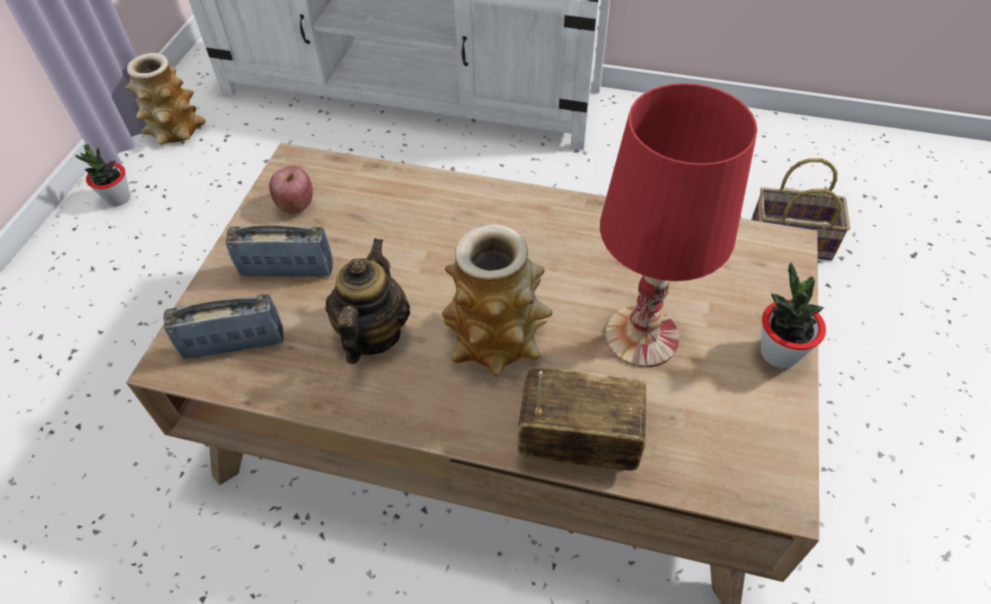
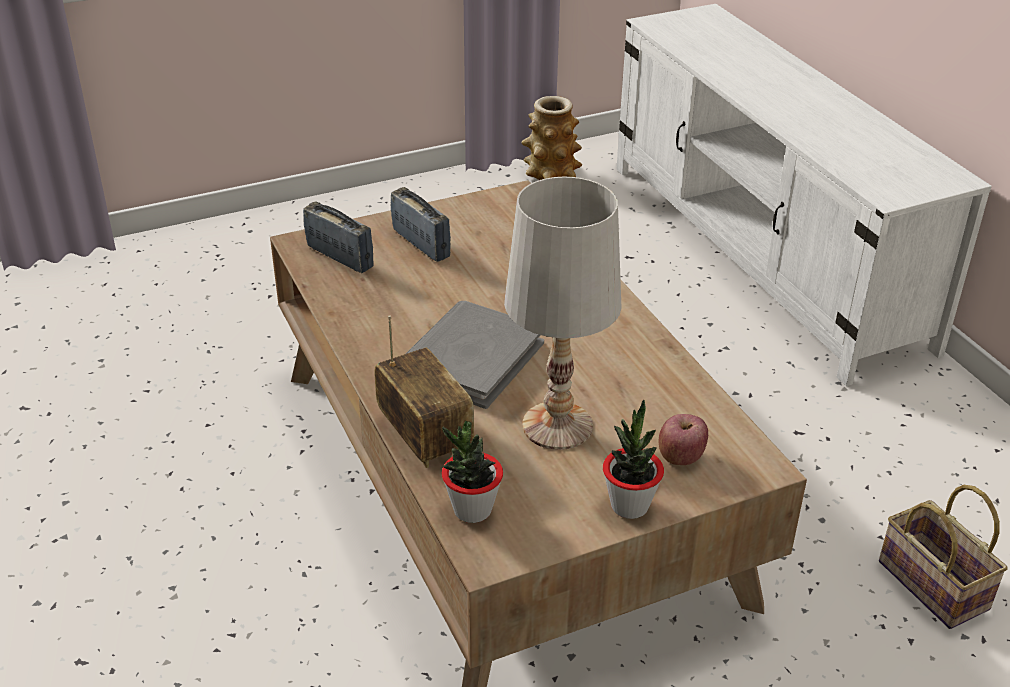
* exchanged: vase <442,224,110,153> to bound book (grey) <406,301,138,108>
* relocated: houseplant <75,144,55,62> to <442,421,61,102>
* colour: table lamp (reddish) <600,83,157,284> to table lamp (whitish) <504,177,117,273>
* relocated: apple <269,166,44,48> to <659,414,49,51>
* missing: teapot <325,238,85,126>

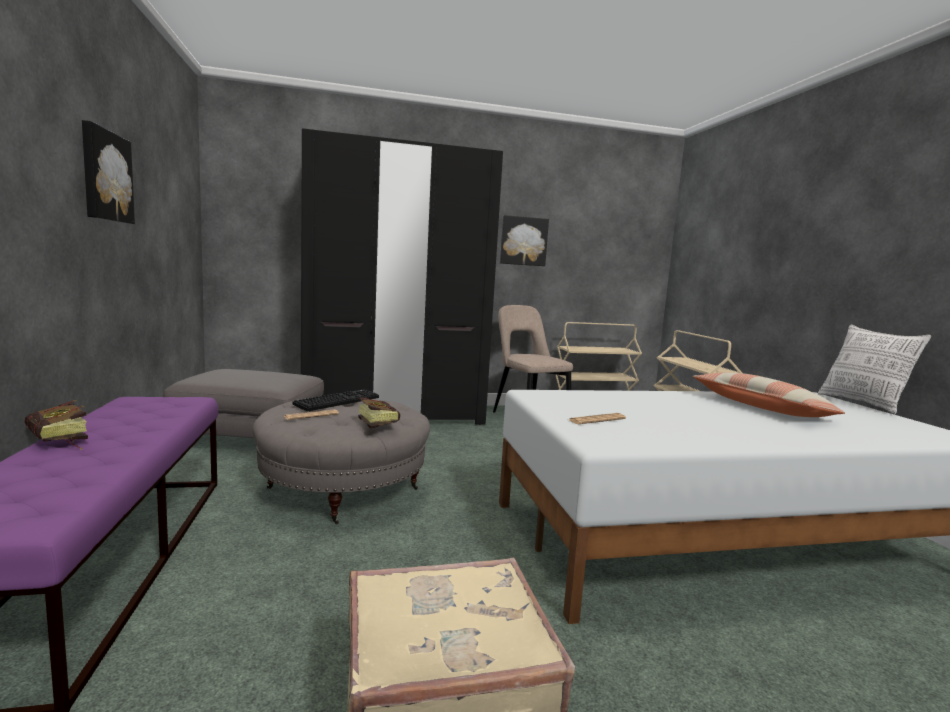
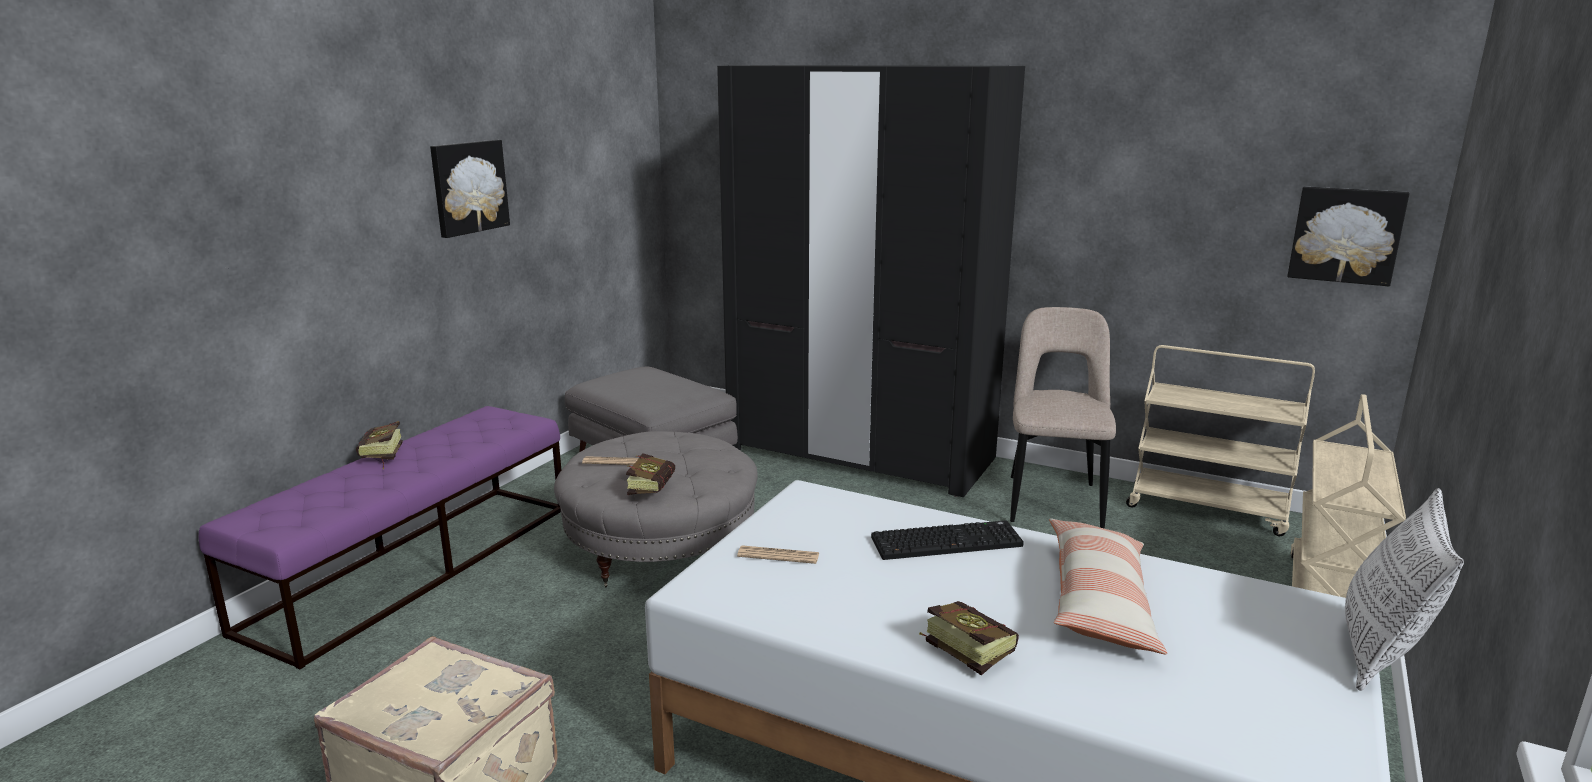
* relocated: keyboard <292,389,87,22> to <871,520,153,40>
* appeared: bound book <920,601,99,75>
* relocated: wall picture <500,215,49,51> to <1287,187,122,99>

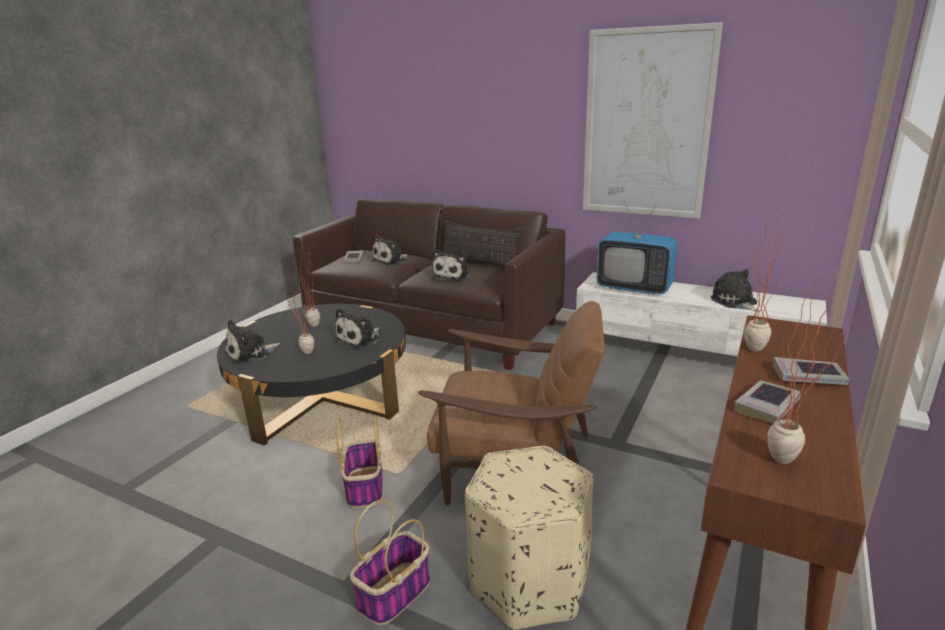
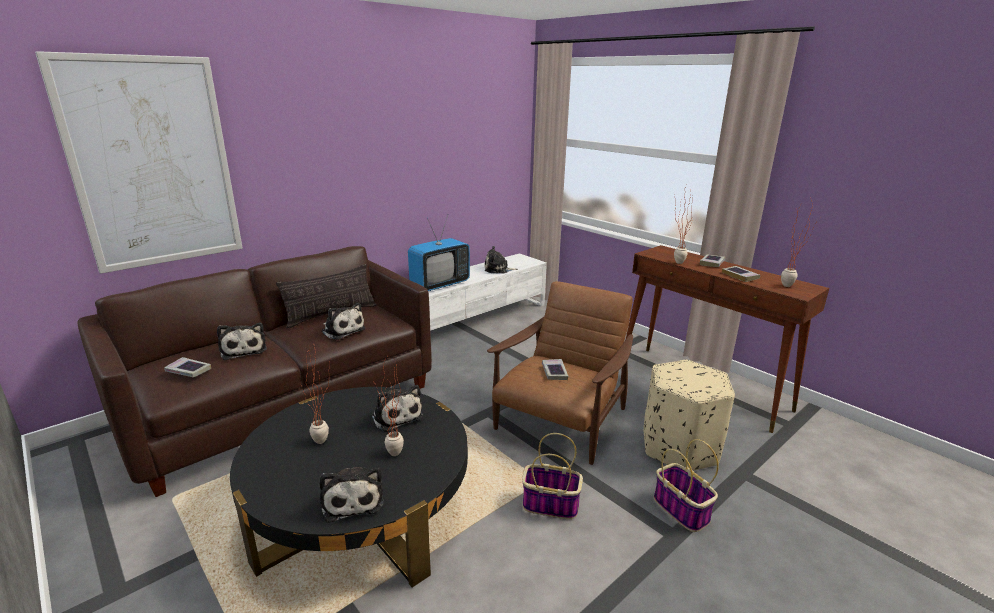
* relocated: wall picture <583,22,140,197> to <35,51,208,223>
* appeared: bound book <542,359,26,21>

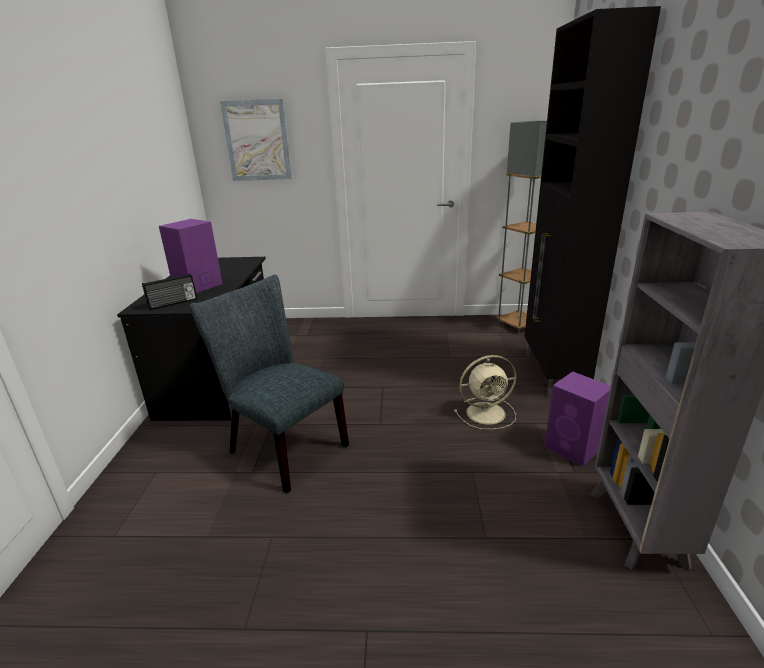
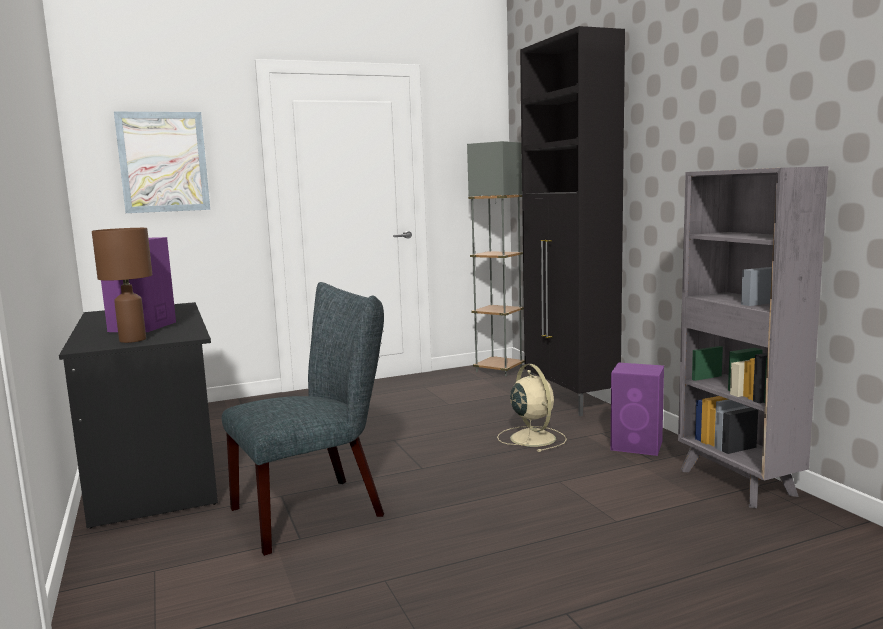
* exchanged: radio receiver <142,274,55,36> to table lamp (brown) <92,228,60,115>
* spun: chair (grey) <190,275,159,218> = <222,282,162,274> 135 degrees clockwise
* spun: electric fan (beige-coloured) <454,355,63,75> = <497,364,70,88> 75 degrees counterclockwise

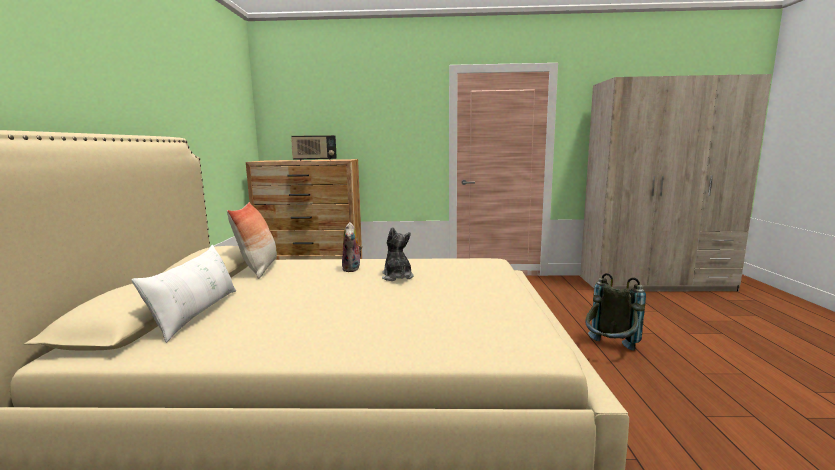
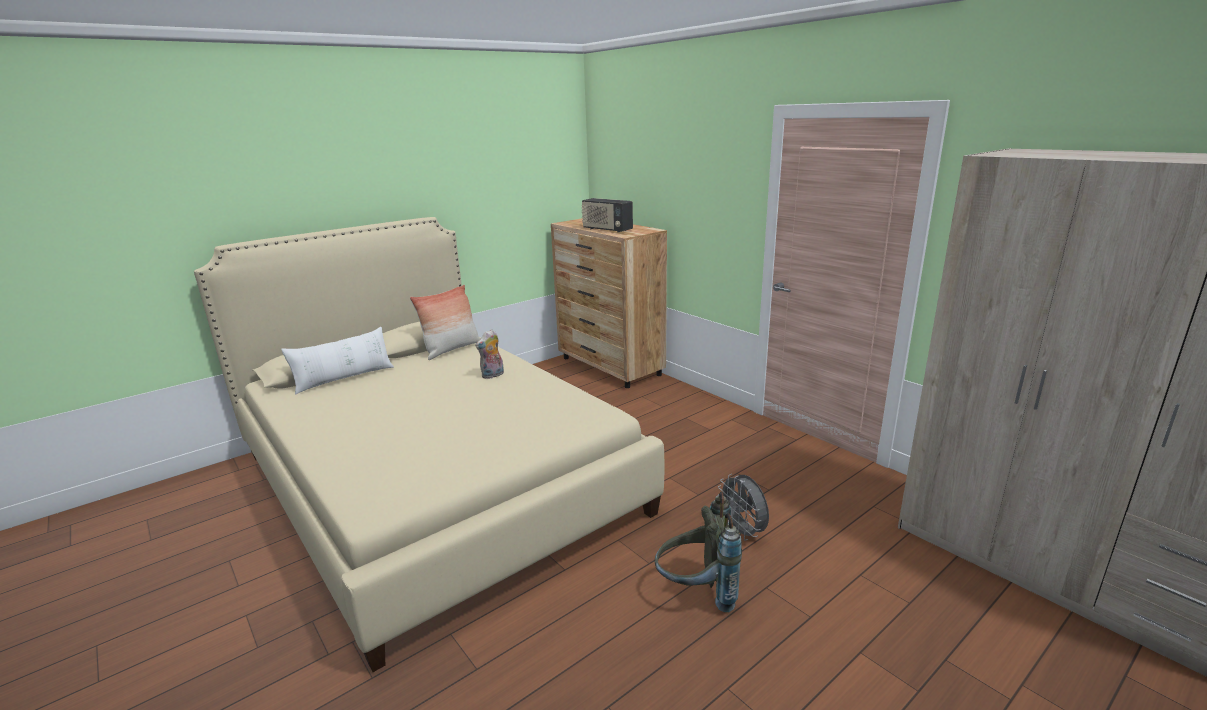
* appeared: electric fan (grey) <718,474,51,67>
* missing: cuddly toy <382,227,32,54>

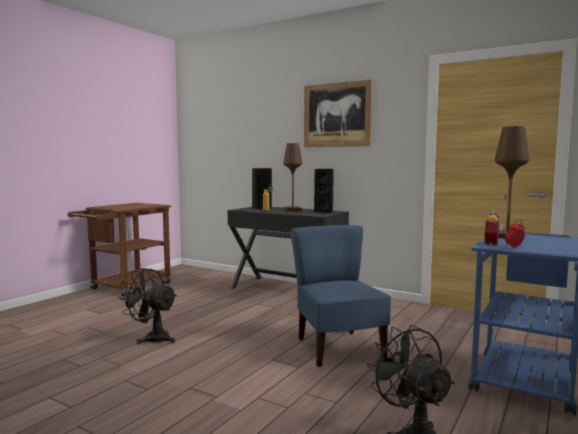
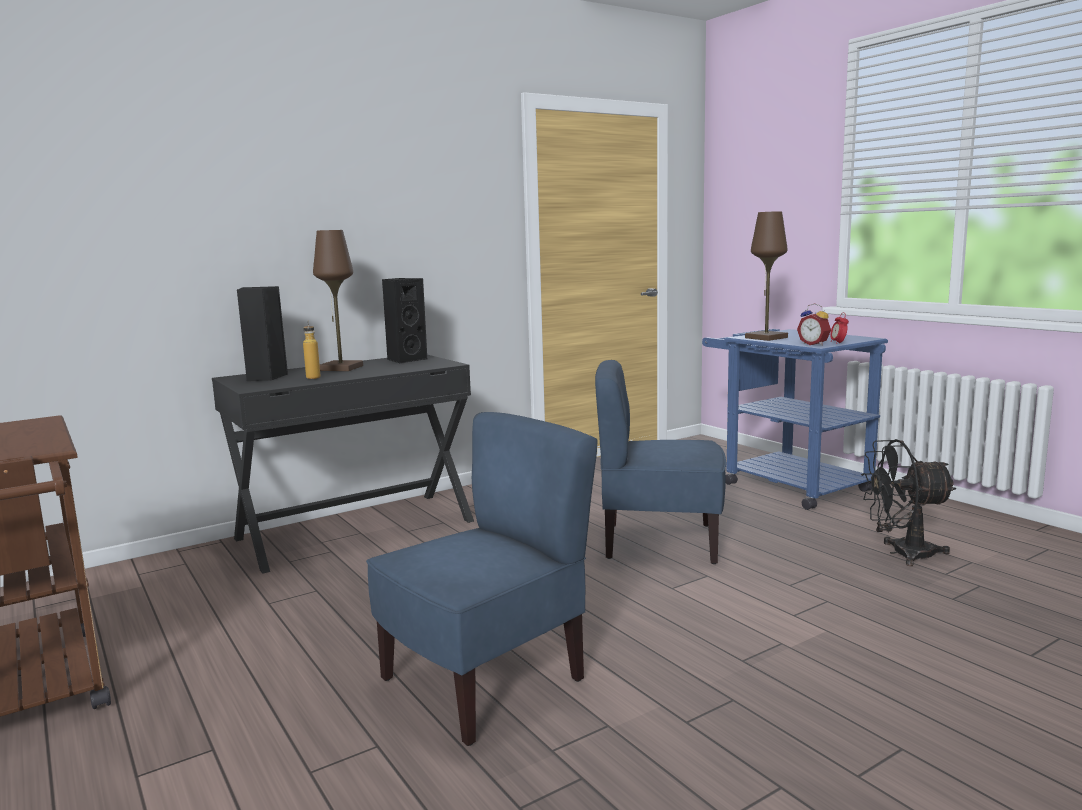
* exchanged: electric fan (black-coloured) <119,269,58,76> to chair (blue) <366,412,232,334>
* missing: wall picture <304,79,68,68>

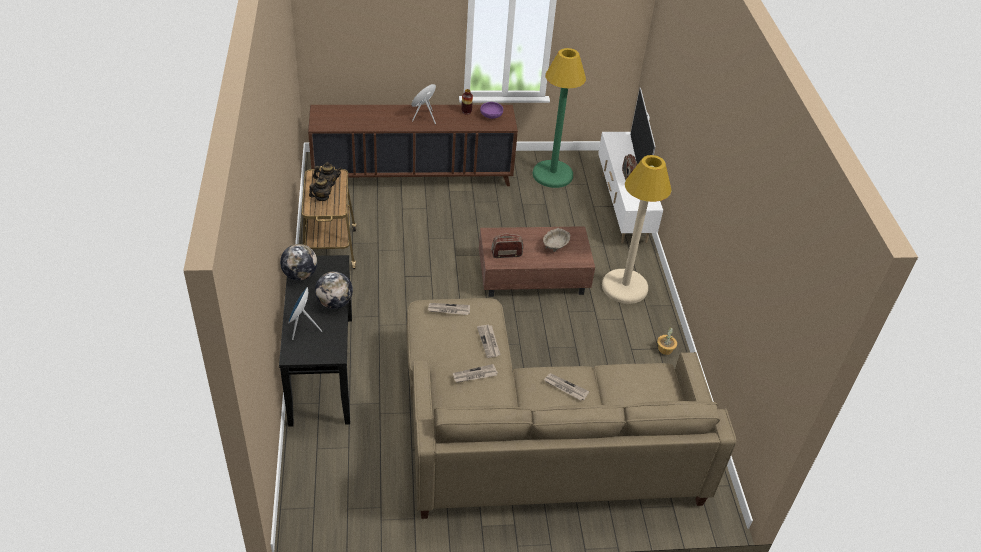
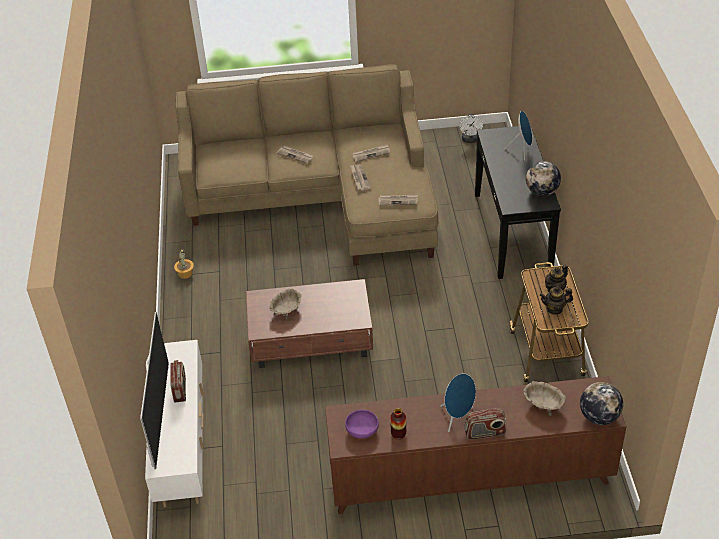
* appeared: electric fan (whitish) <459,114,24,29>
* relocated: radio receiver <491,234,32,24> to <464,408,42,32>
* appeared: serving bowl (beige-coloured) <523,381,43,35>
* relocated: globe <315,272,38,37> to <580,382,43,43>
* missing: floor lamp (green) <532,48,54,140>
* missing: floor lamp (beige-coloured) <602,155,70,149>

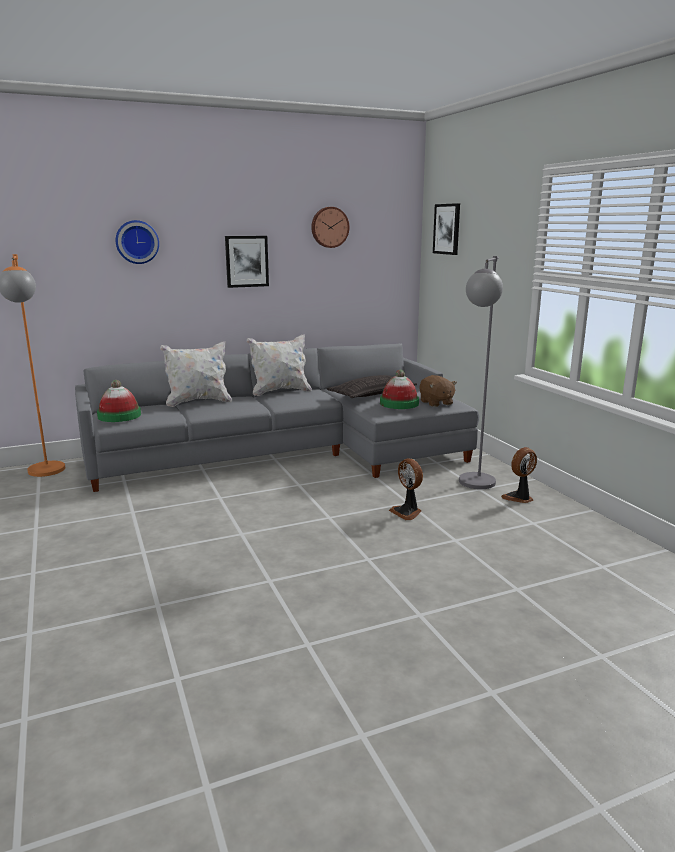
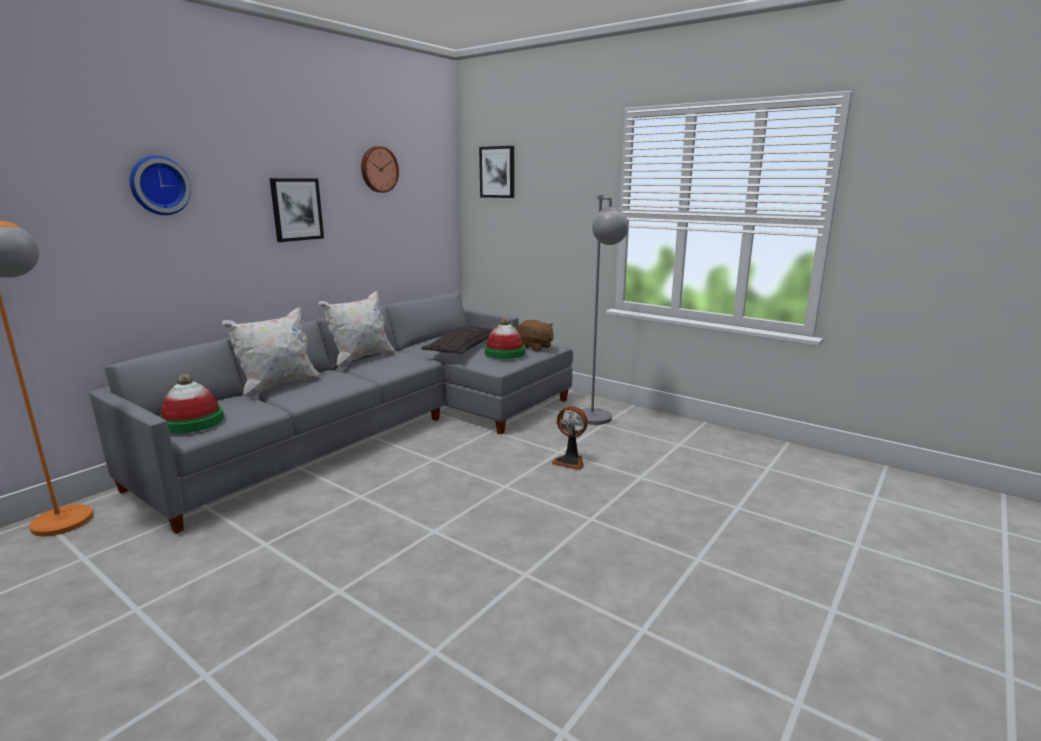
* missing: electric fan <501,447,36,56>

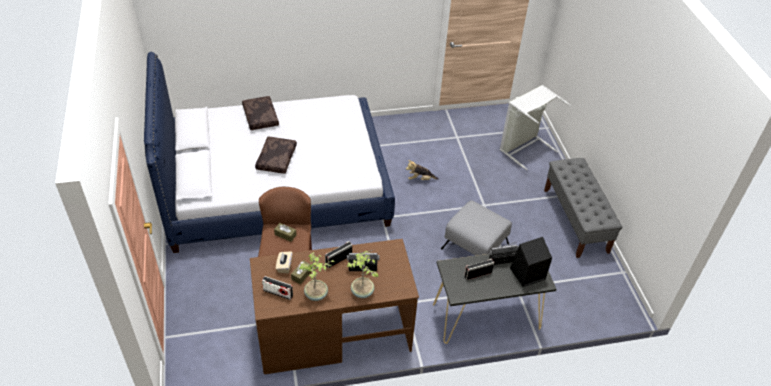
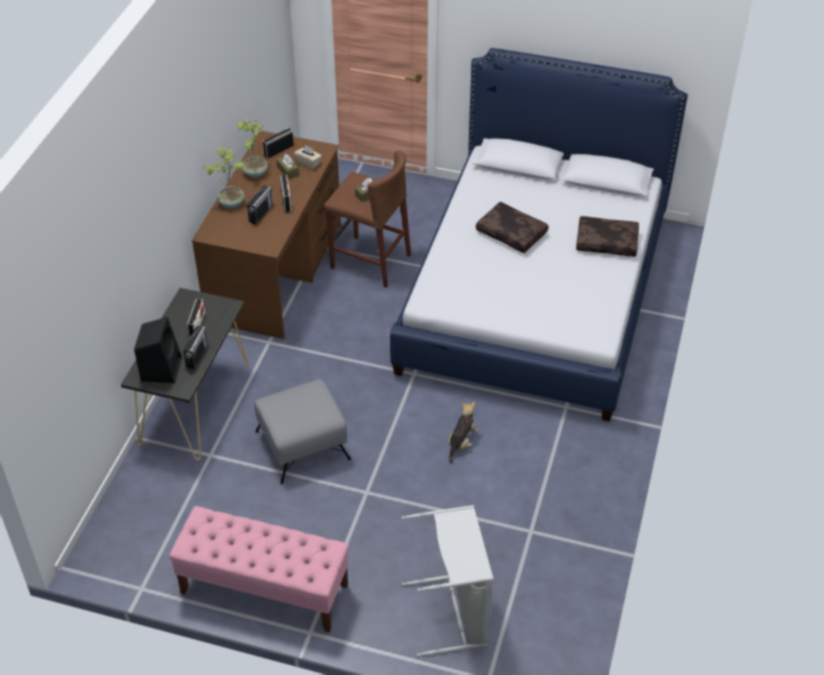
* colour: bench (grey) <544,158,78,100> to bench (pink) <169,506,180,127>

